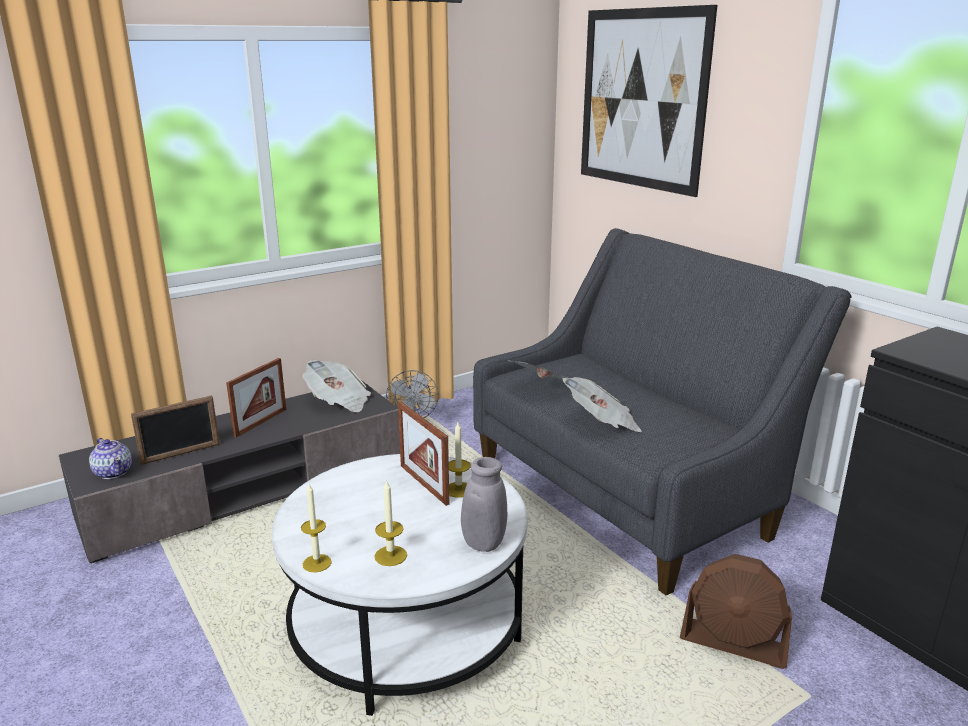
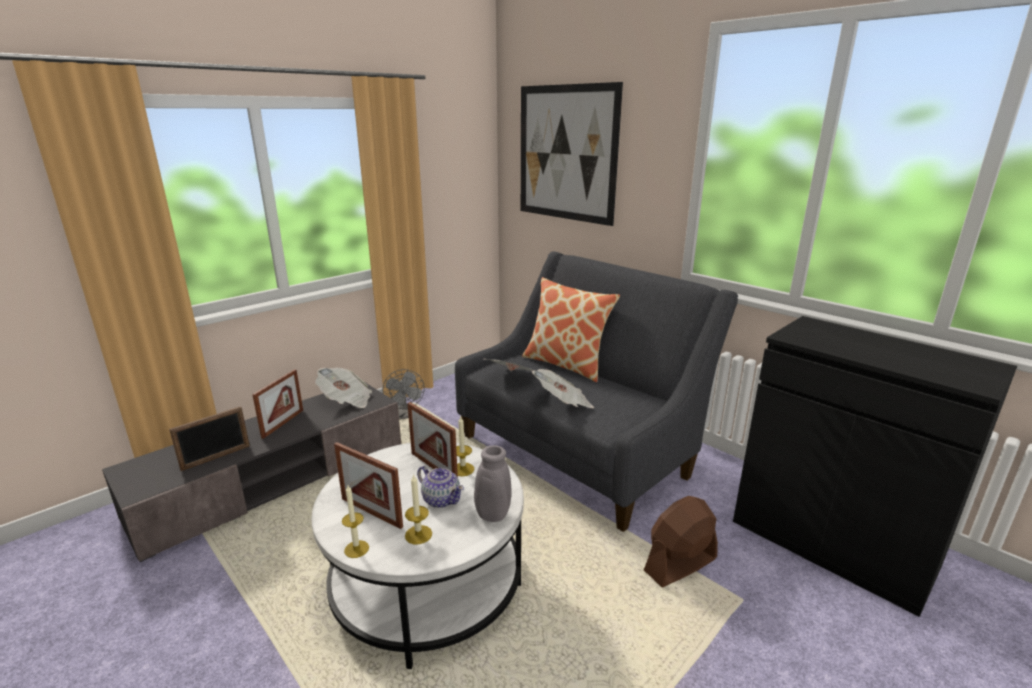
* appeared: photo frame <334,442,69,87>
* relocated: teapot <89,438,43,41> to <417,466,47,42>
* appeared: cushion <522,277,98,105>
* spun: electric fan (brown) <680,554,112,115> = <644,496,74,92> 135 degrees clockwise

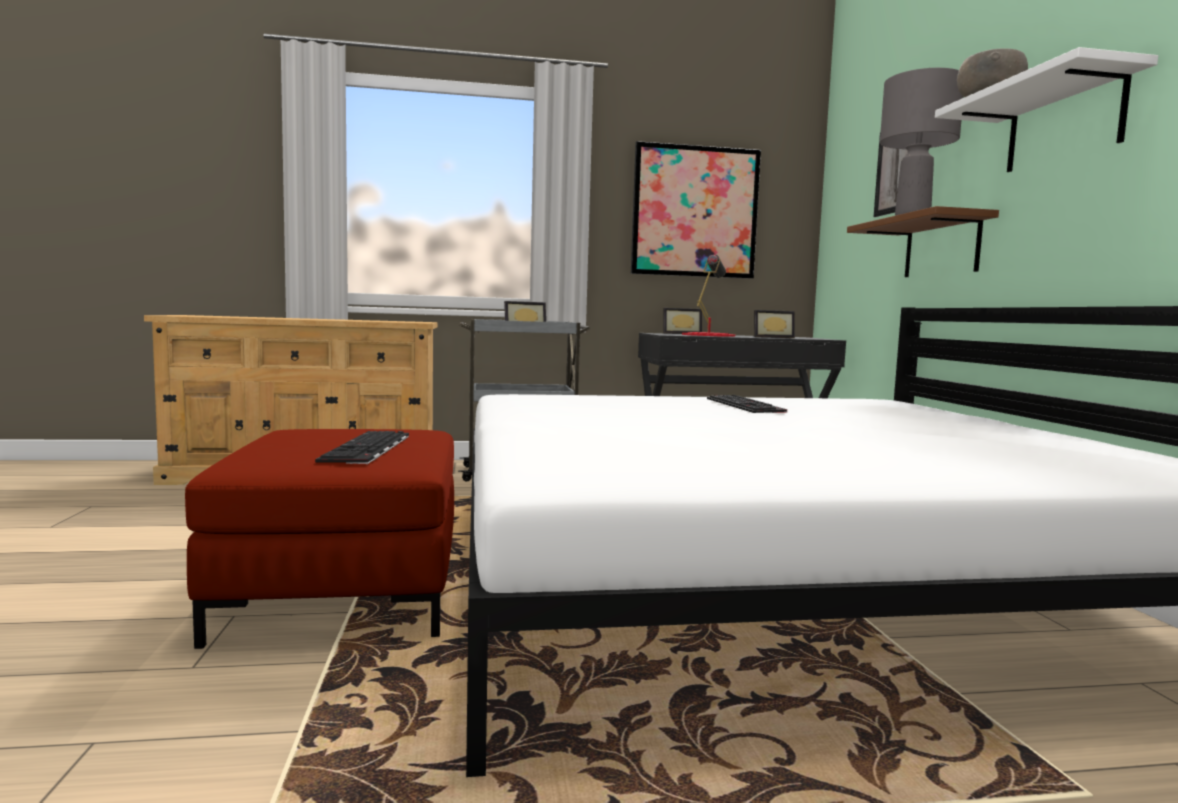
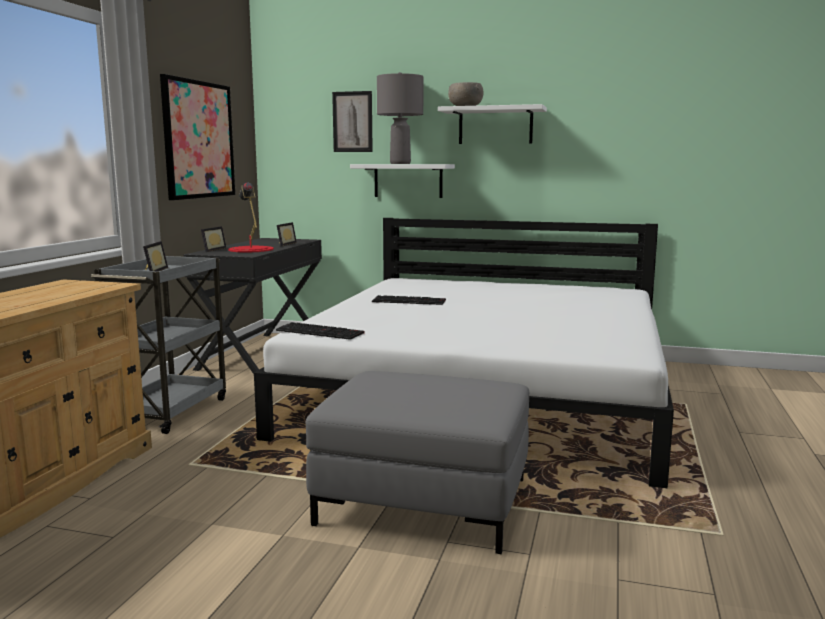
* relocated: keyboard <315,431,94,33> to <276,322,89,18>
* colour: ottoman (reddish) <185,429,269,220> to ottoman (grey) <305,371,224,183>
* colour: bracket shelf (brown) <847,206,152,71> to bracket shelf (whitish) <350,164,105,34>

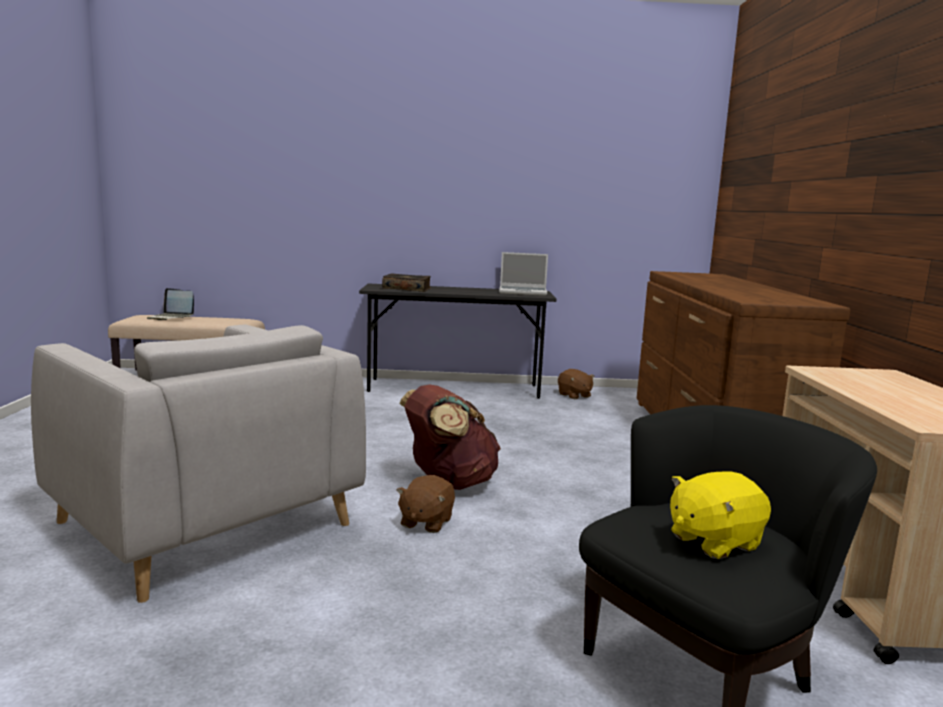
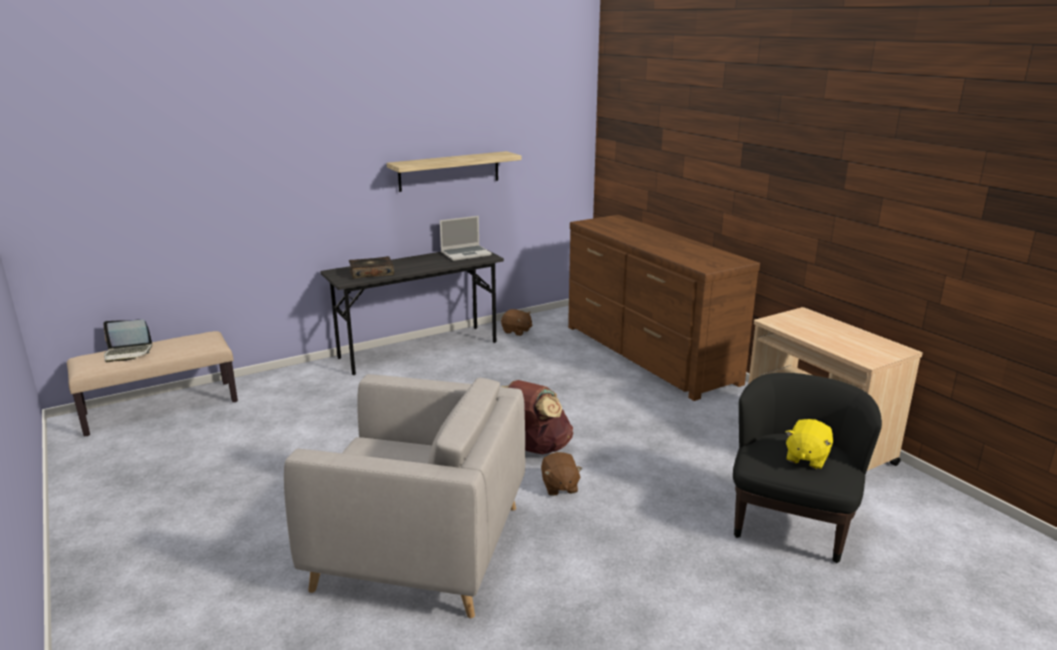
* appeared: bracket shelf <387,151,135,41>

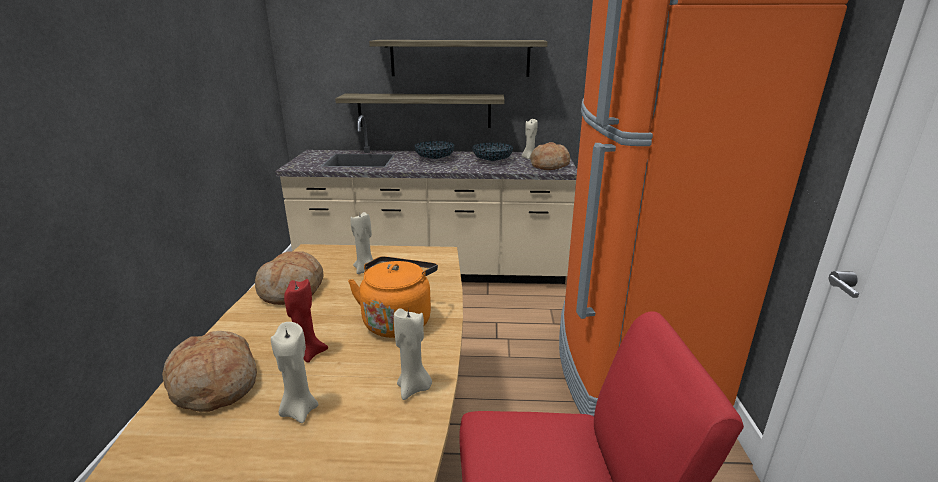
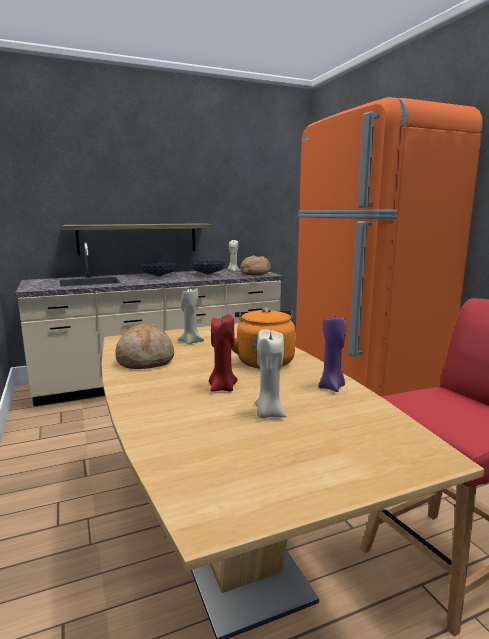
* colour: wax light (beige-coloured) <394,308,38,92> to wax light (purple) <319,317,27,75>
* missing: bread <162,331,95,81>
* missing: bracket shelf <369,40,179,37>

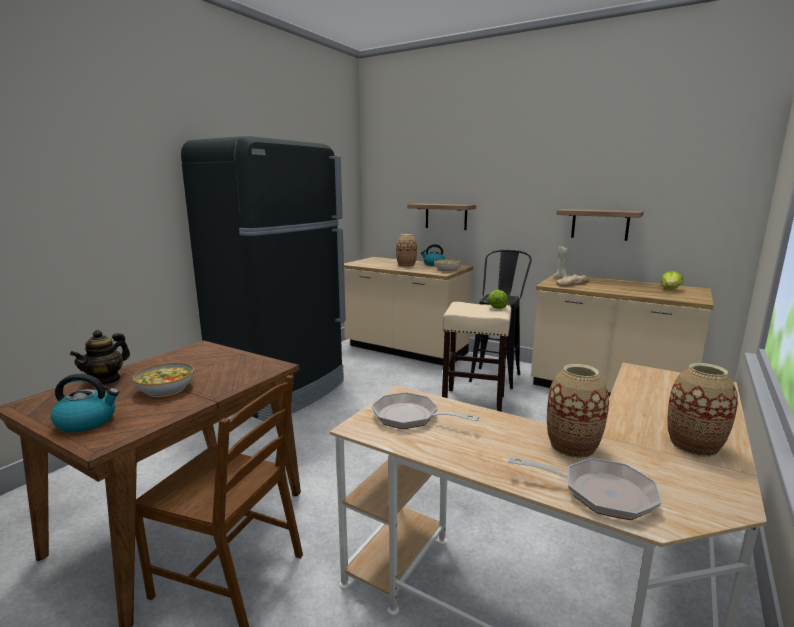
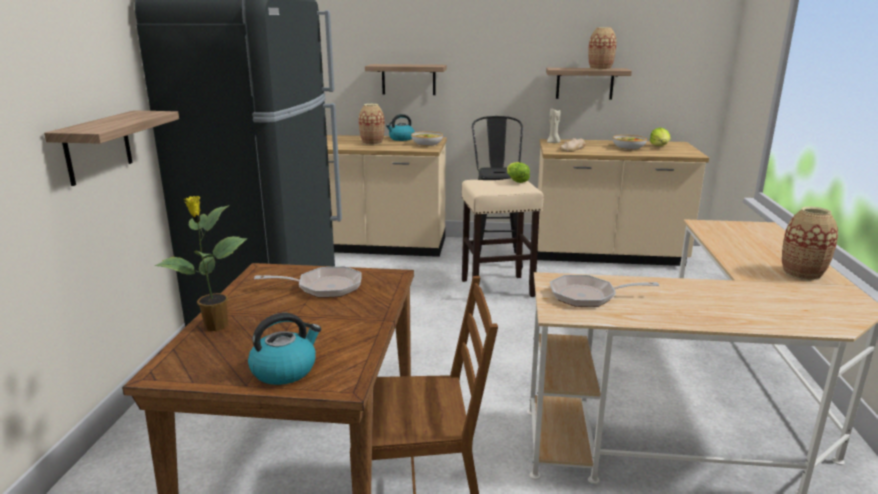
* appeared: bracket shelf <44,111,135,75>
* exchanged: teapot <70,330,60,55> to houseplant <155,196,92,135>
* relocated: skillet <508,457,154,63> to <254,266,108,32>
* relocated: vase <547,364,62,95> to <588,27,28,43>
* relocated: serving bowl <133,363,61,34> to <613,135,34,15>

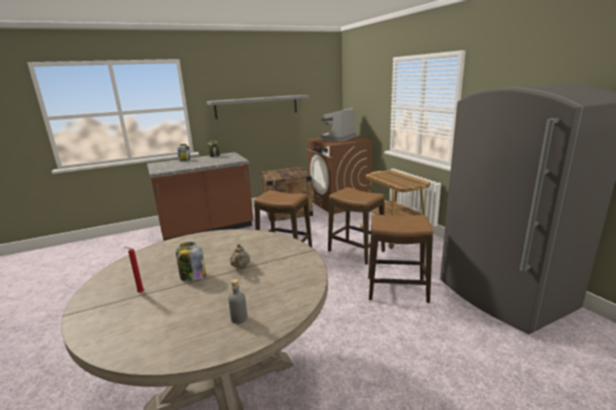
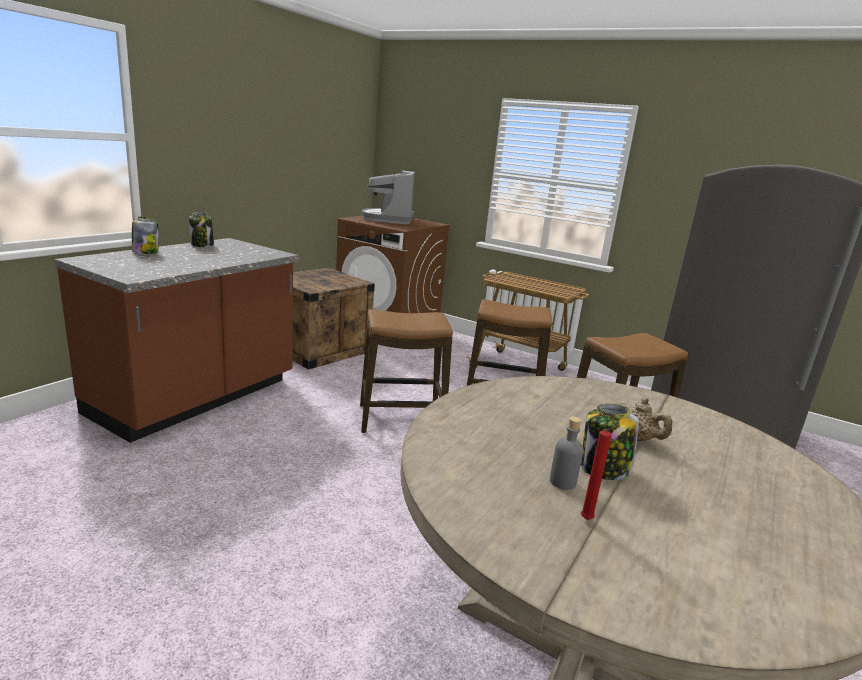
* relocated: drink bottle (grey) <228,279,19,45> to <550,417,34,73>
* missing: bracket shelf (grey) <207,95,102,24>

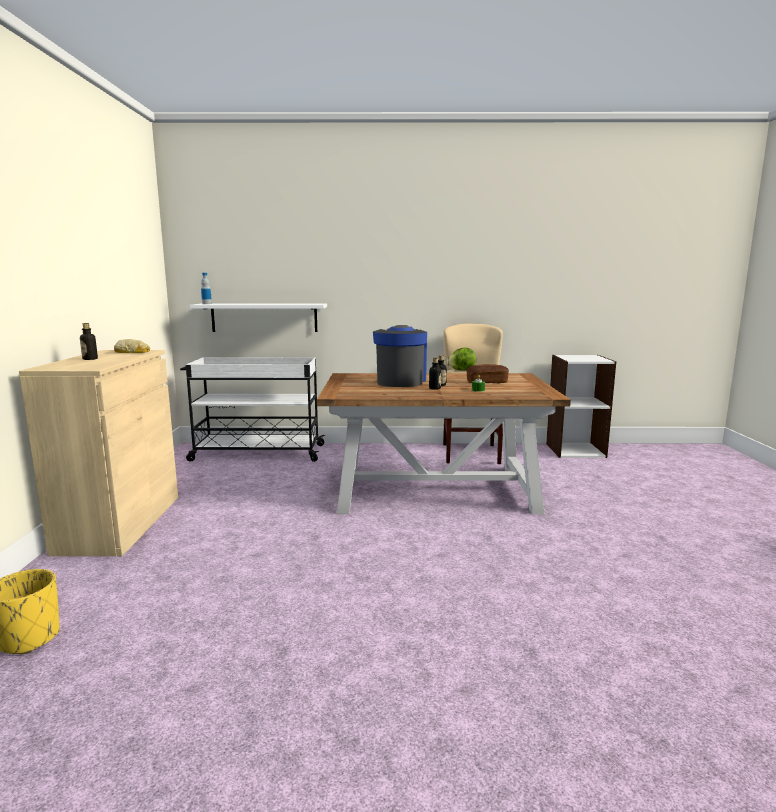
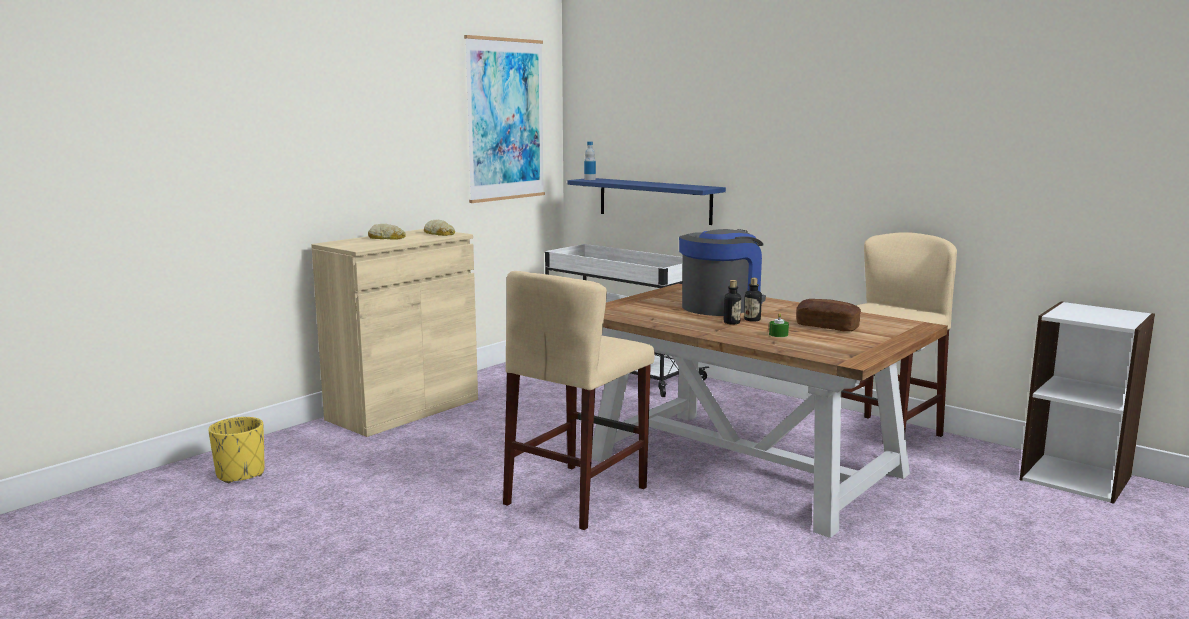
* exchanged: drink bottle <80,323,18,37> to bread <368,224,38,15>
* appeared: wall picture <464,35,81,168>
* appeared: stool seat (beige-coloured) <503,271,152,259>
* colour: bracket shelf (whitish) <190,304,137,28> to bracket shelf (blue) <567,178,159,47>
* missing: lettuce <447,348,29,23>

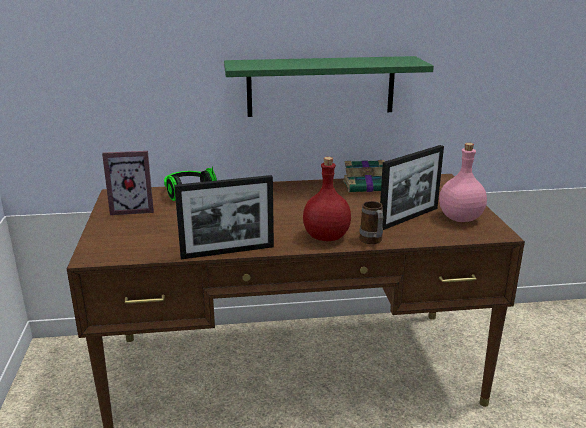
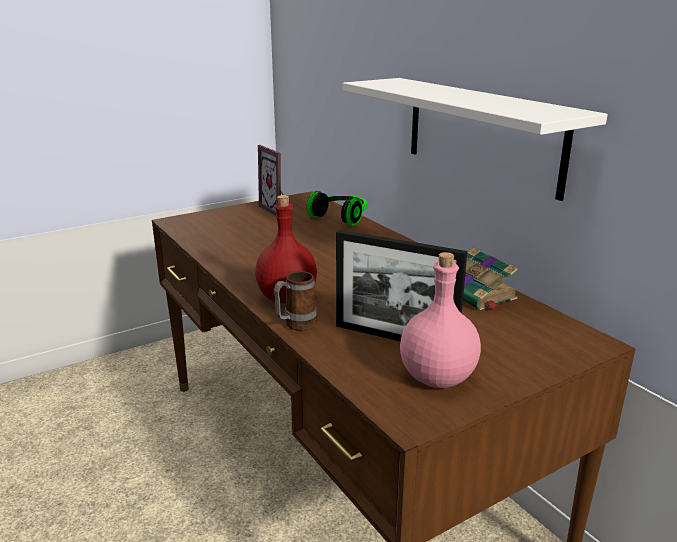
* colour: bracket shelf (green) <224,56,210,61> to bracket shelf (whitish) <343,78,265,123>
* missing: photo frame <174,175,100,84>

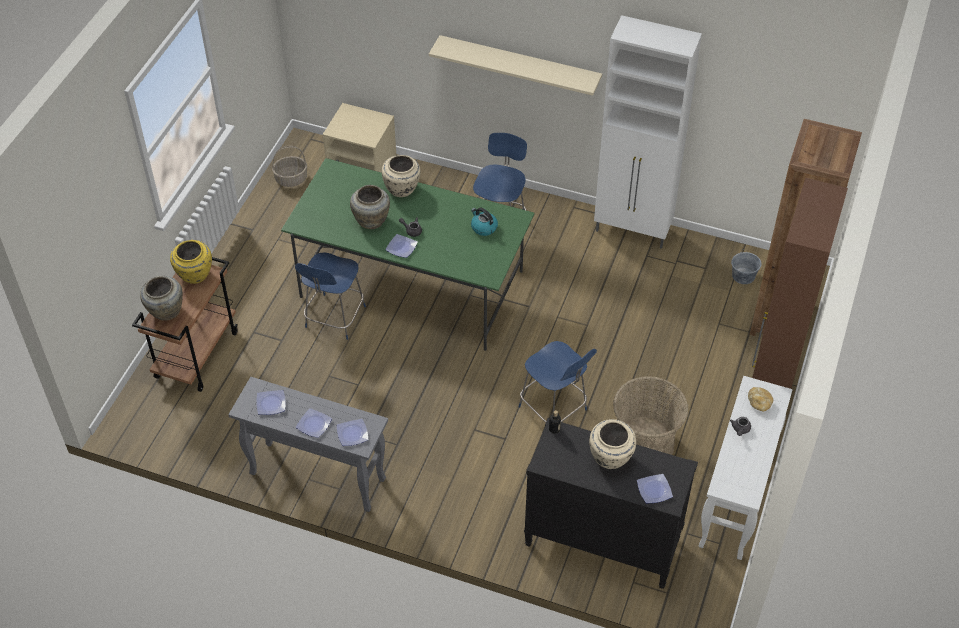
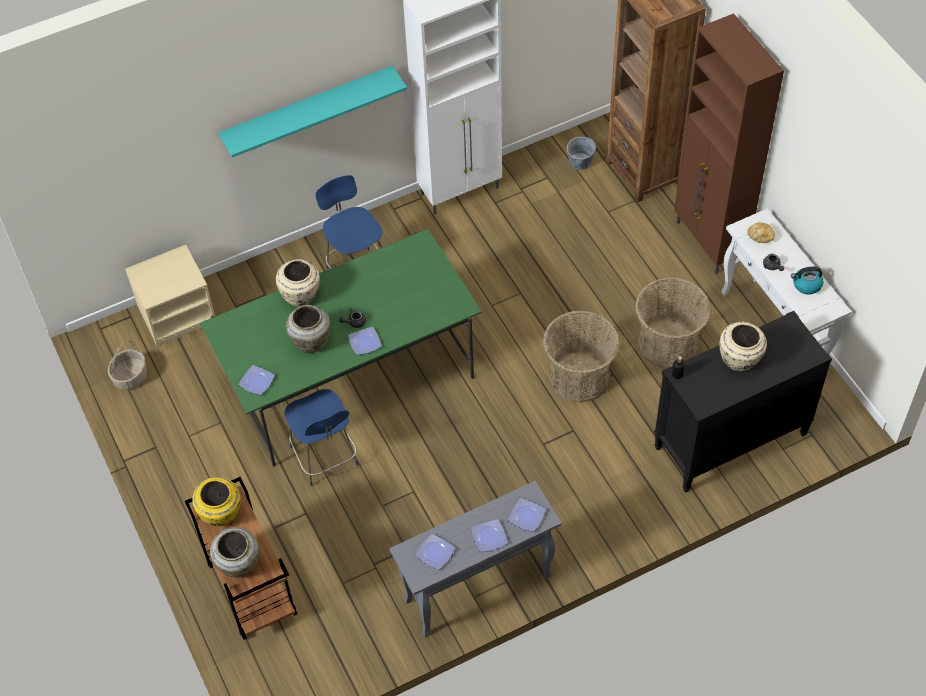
* colour: bracket shelf (beige-coloured) <429,35,173,61> to bracket shelf (turquoise-coloured) <218,66,189,91>
* relocated: plate <637,474,36,29> to <238,365,37,30>
* exchanged: chair (blue) <519,341,78,81> to household basket <543,311,77,92>
* relocated: kettle <471,208,27,28> to <791,266,32,29>

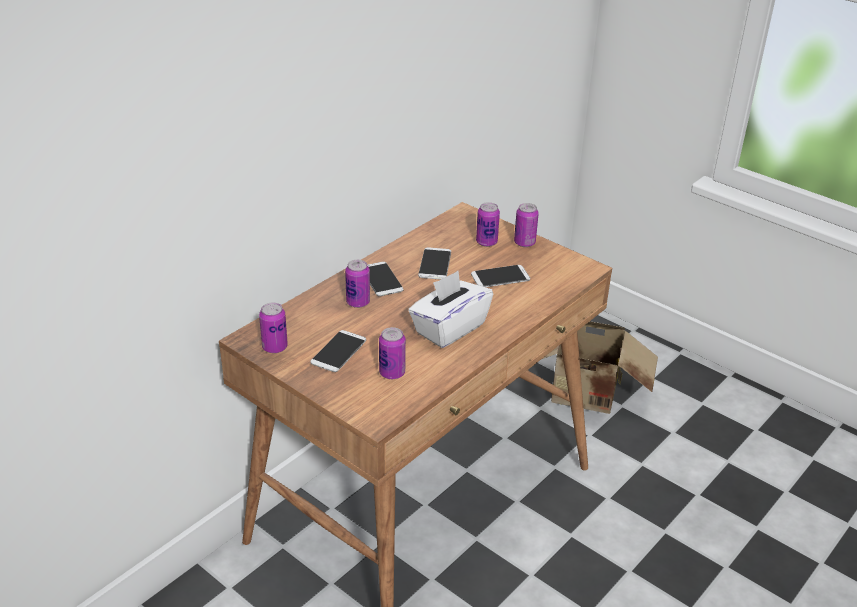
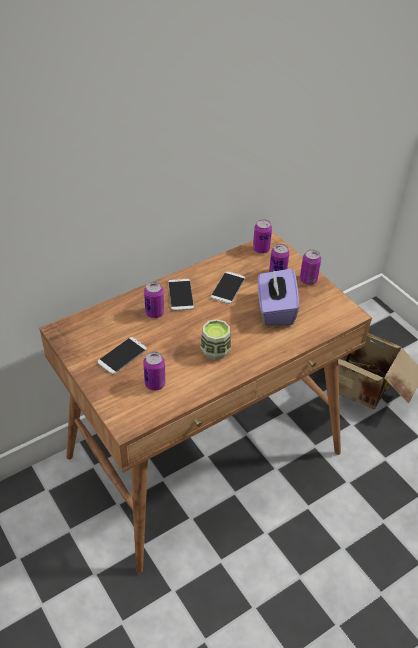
* exchanged: tissue box (whitish) <408,271,85,77> to cup <200,319,31,41>
* relocated: can <259,303,29,50> to <253,219,19,35>
* exchanged: handset <471,265,59,22> to tissue box (purple) <258,268,41,57>

